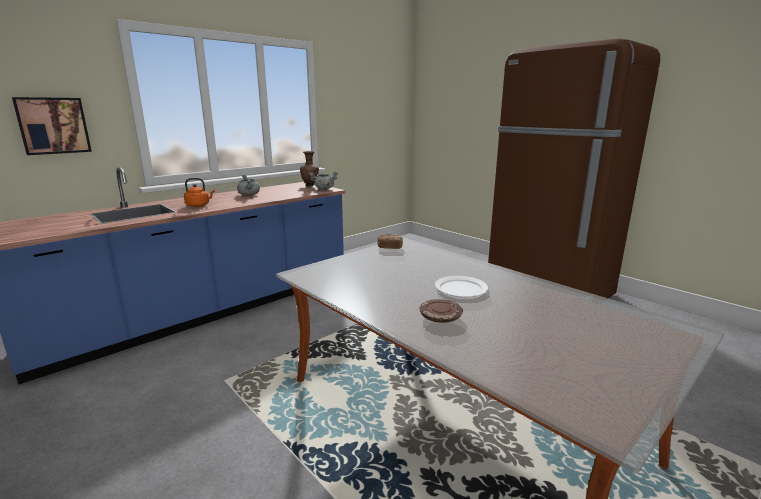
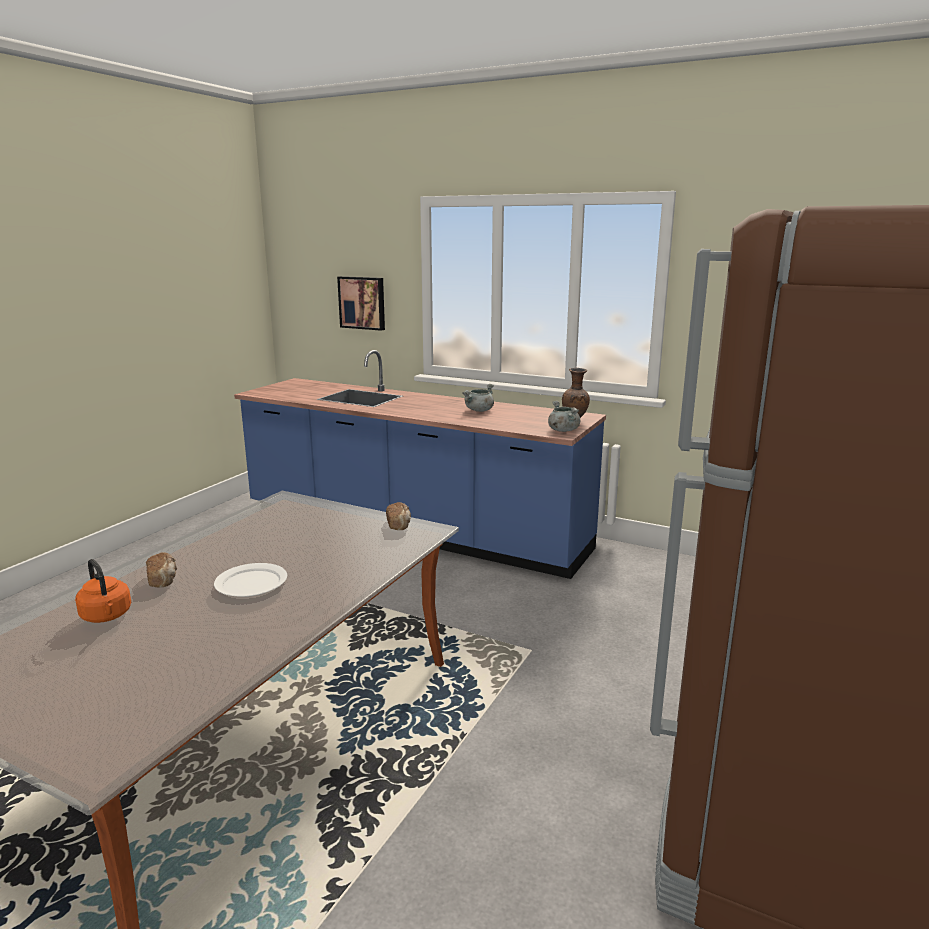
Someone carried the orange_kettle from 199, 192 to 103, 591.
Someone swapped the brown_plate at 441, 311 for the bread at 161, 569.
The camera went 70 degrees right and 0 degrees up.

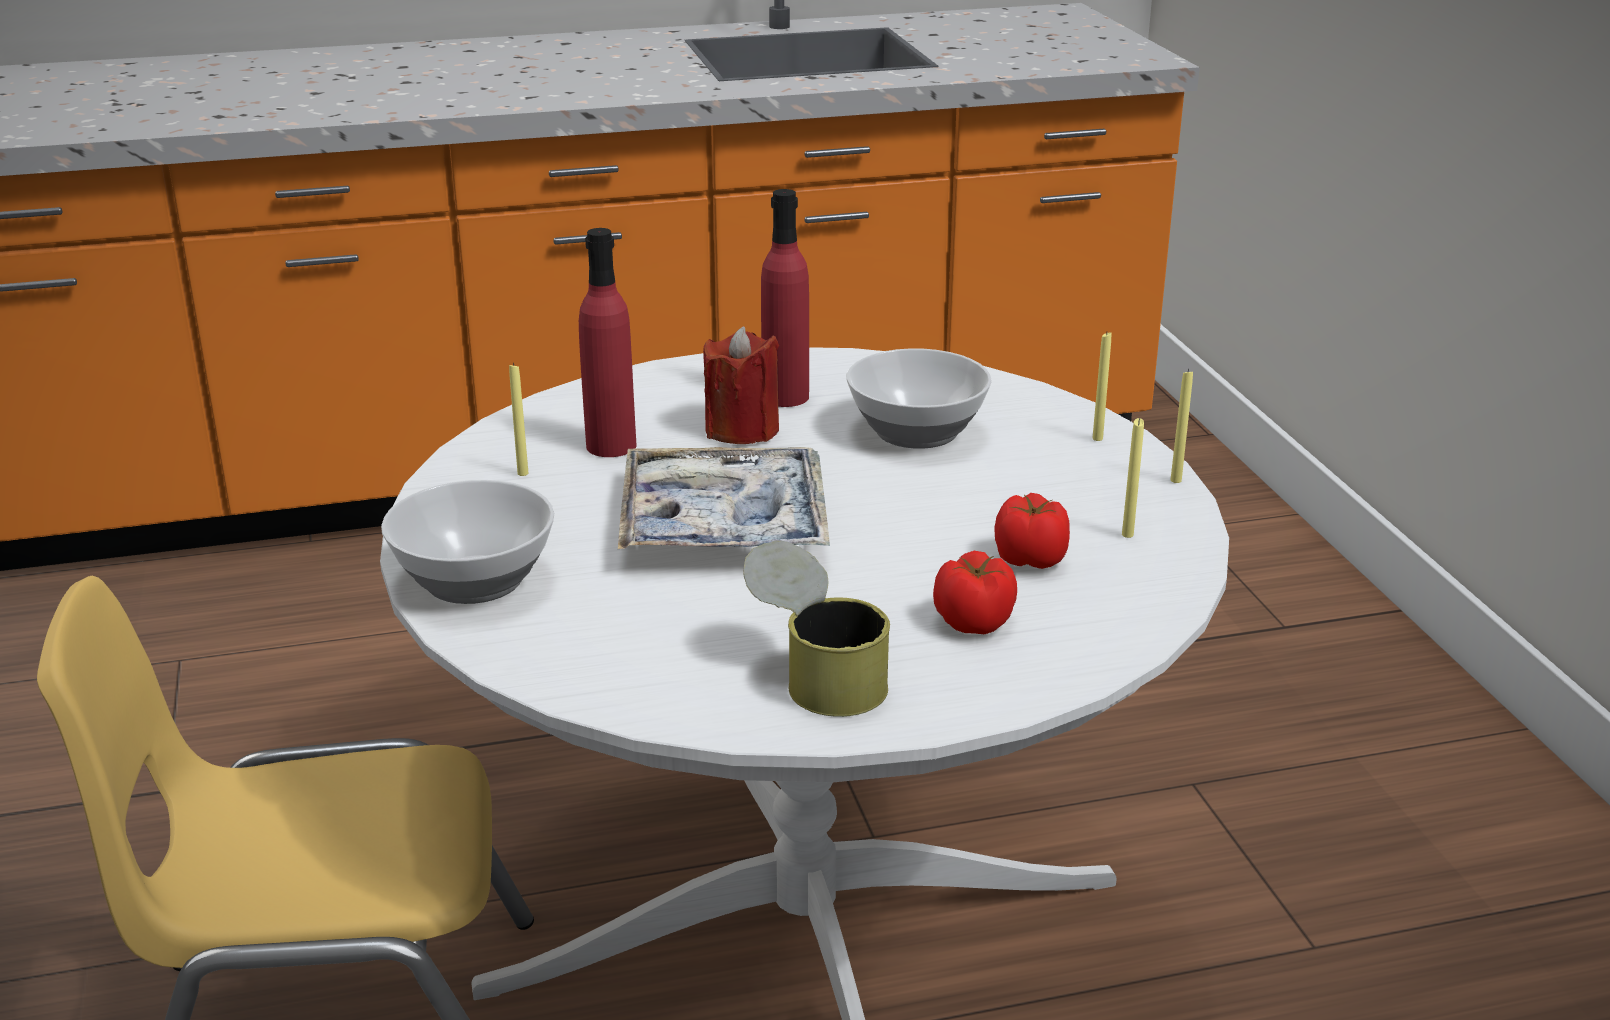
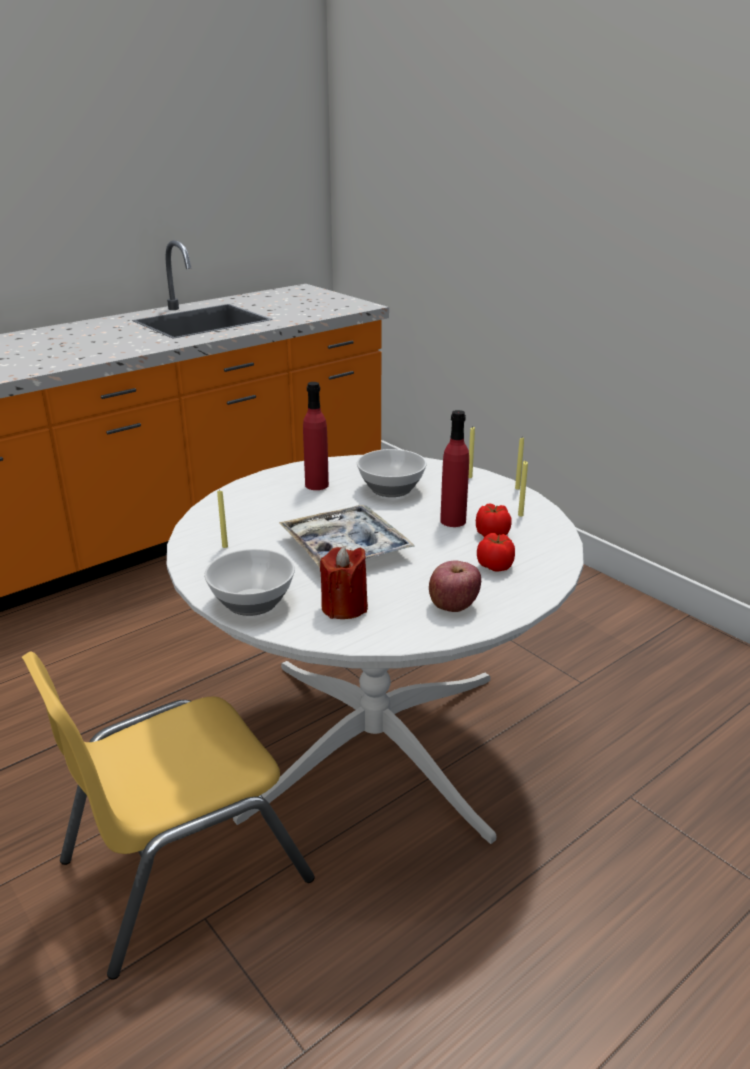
Someone carried the red_bottle from 607, 342 to 454, 468.
Someone carried the red_candle from 741, 385 to 344, 582.
Someone swapped the can at 816, 629 for the apple at 455, 586.
The camera went 25 degrees left and 0 degrees up.

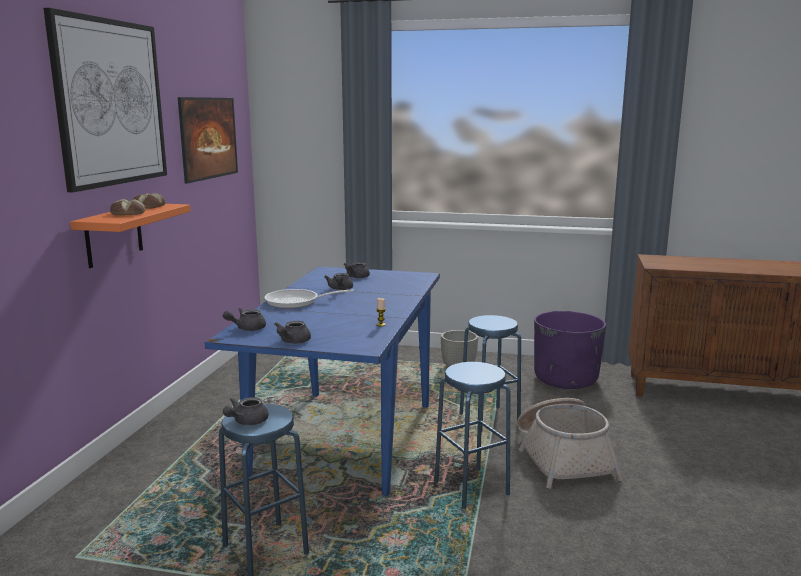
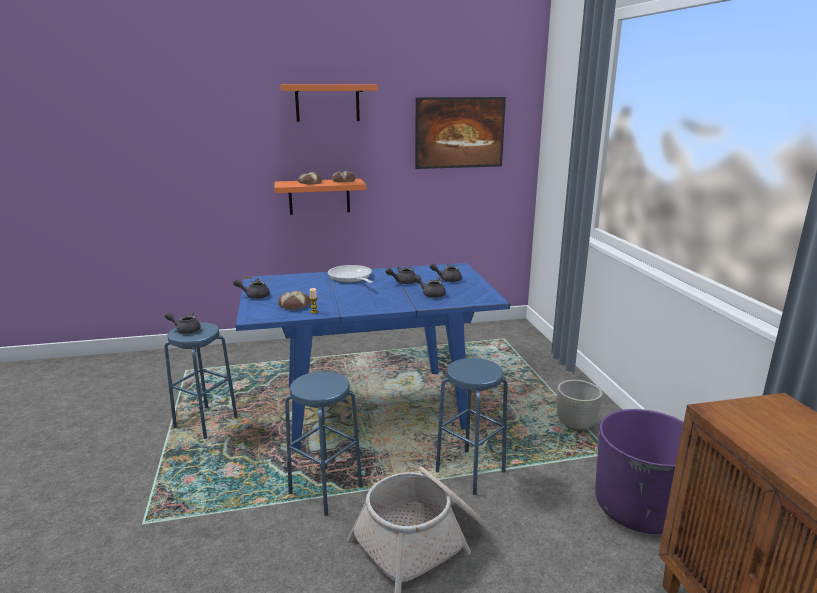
Someone swapped the picture at 105, 100 for the orange_shelf at 329, 103.
Someone carried the grey_teapot from 244, 319 to 430, 286.
Someone put down the bread at 294, 300.
The camera went 65 degrees right and 5 degrees up.

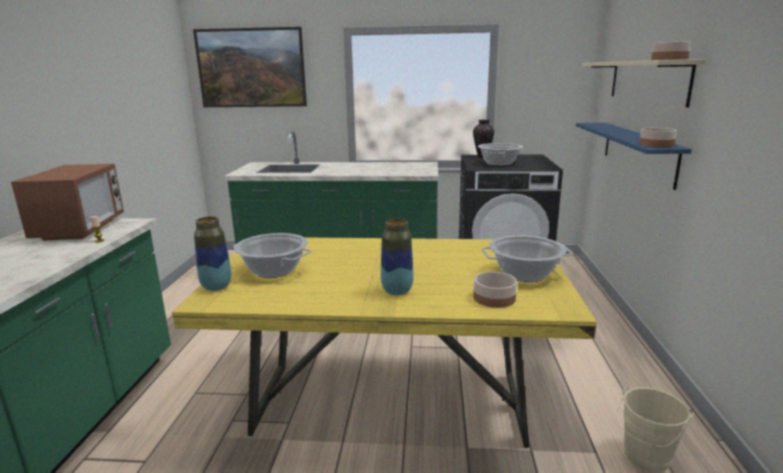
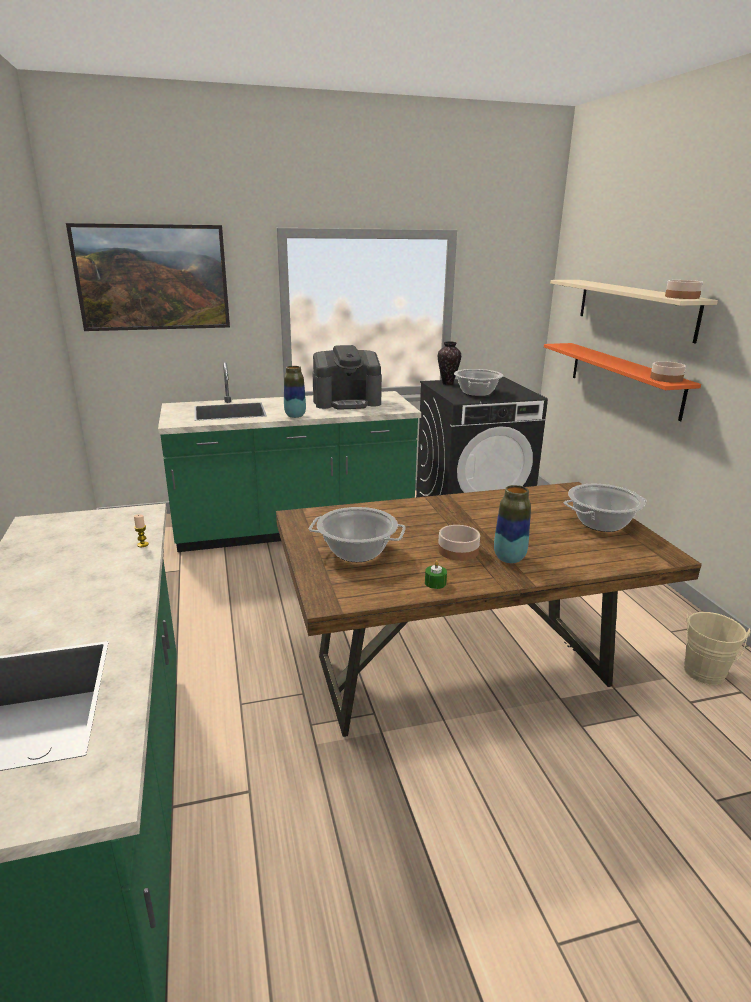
Someone repainted the blue_shelf at 634, 156, which became the orange_shelf at 622, 382.
Someone took away the microwave at 67, 202.
Someone carried the vase from 212, 253 to 295, 392.
Someone repainted the yellow_dining_table at 384, 342, which became the brown_dining_table at 489, 609.
Someone carried the bowl from 495, 290 to 459, 543.
Someone put down the coffee_machine at 347, 377.
Someone put down the green_candle at 436, 574.
The camera went 20 degrees left and 5 degrees up.

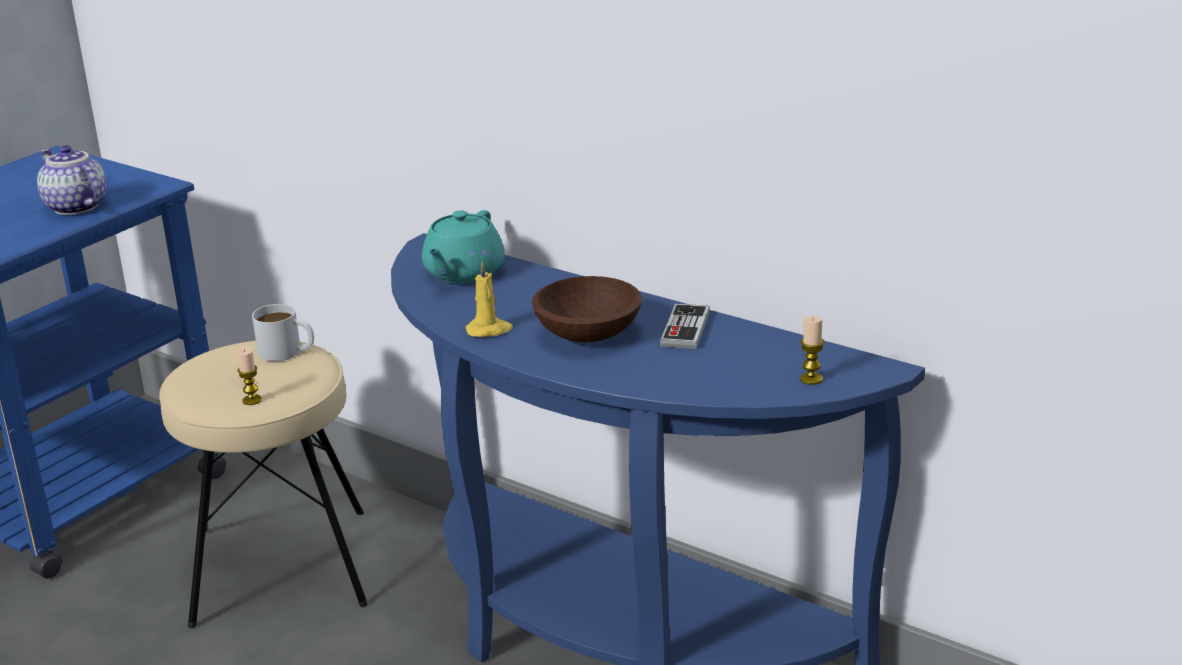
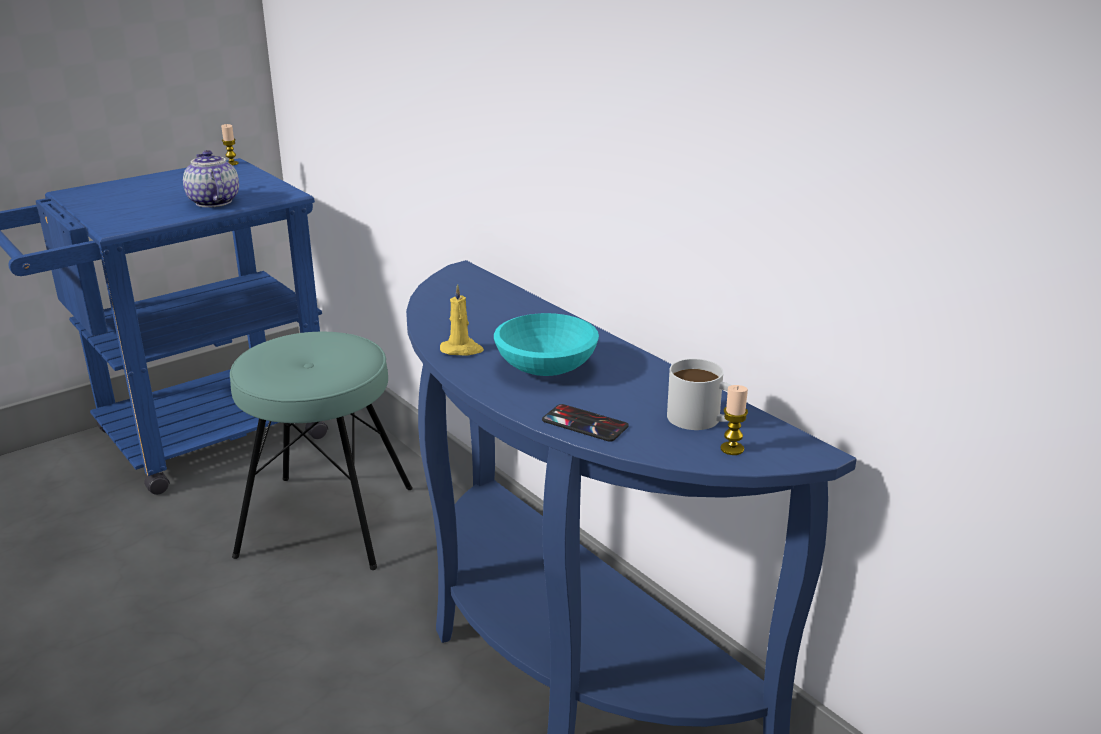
Someone took away the turquoise_teapot at 463, 246.
Someone repainted the brown_bowl at 587, 309, which became the turquoise_bowl at 546, 344.
Someone carried the white_mug from 283, 332 to 699, 394.
Someone took away the game_controller at 685, 326.
Someone repainted the beige_stool at 264, 484, which became the turquoise_stool at 321, 451.
Someone carried the candle from 249, 376 to 230, 144.
Someone put down the phone at 585, 423.
The camera went 15 degrees right and 0 degrees up.

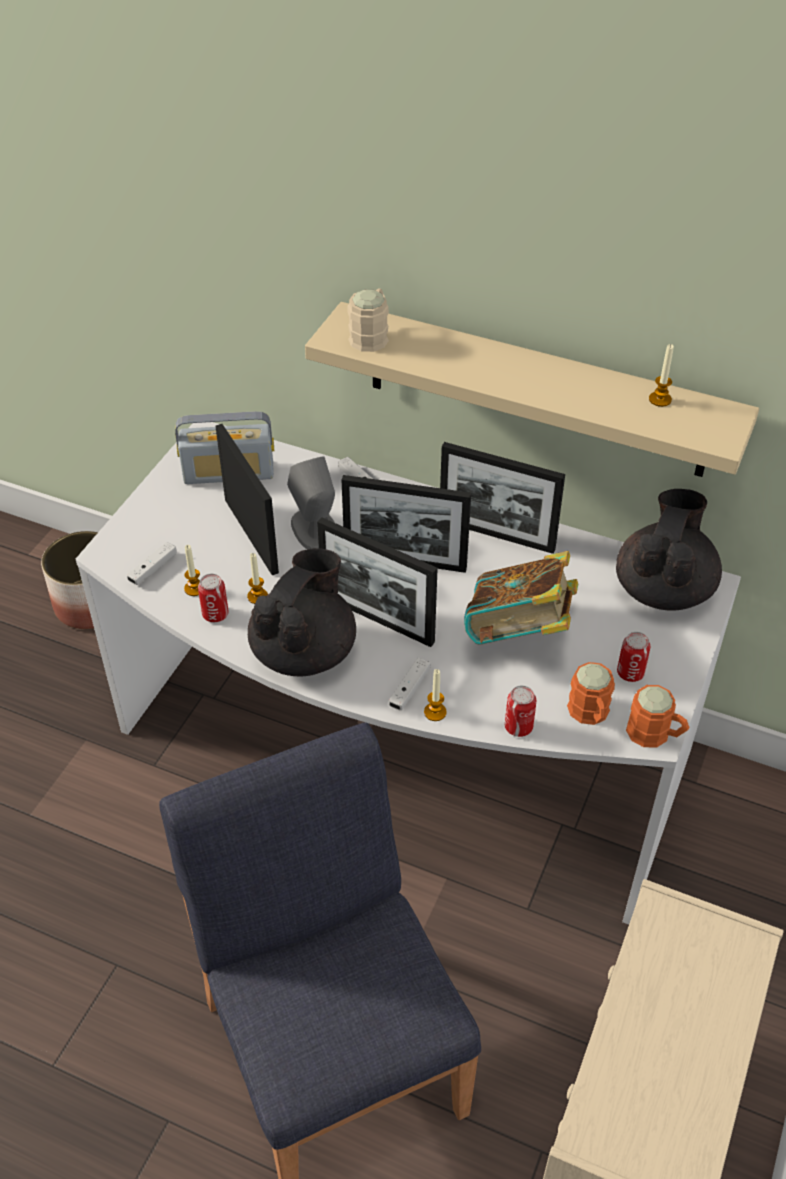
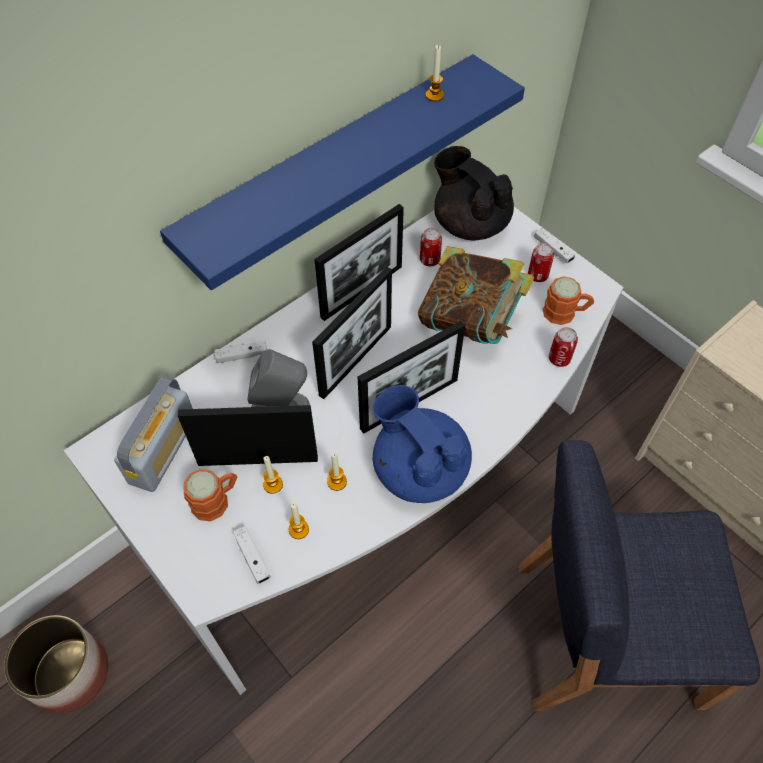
Someone took away the beige_mug at 368, 320.
Someone repainted the beige_shelf at 532, 389, which became the blue_shelf at 342, 172.
Someone repainted the black_teapot at 302, 612, which became the blue_teapot at 422, 444.
Someone carried the can from 213, 598 to 431, 247.
Someone carried the white_game_controller from 409, 684 to 554, 245.
Someone carried the candle from 435, 695 to 273, 475.
Someone carried the orange_mug from 658, 716 to 210, 495.
The camera went 65 degrees left and 10 degrees up.

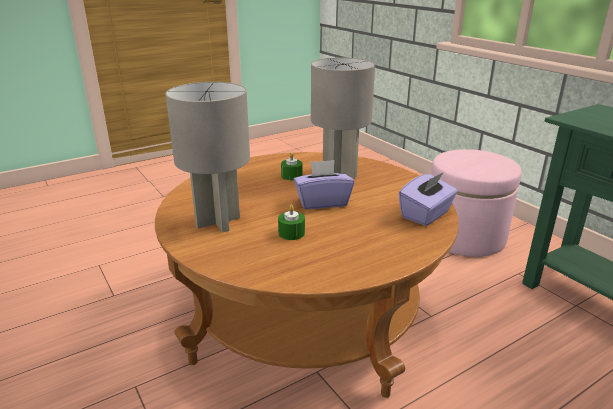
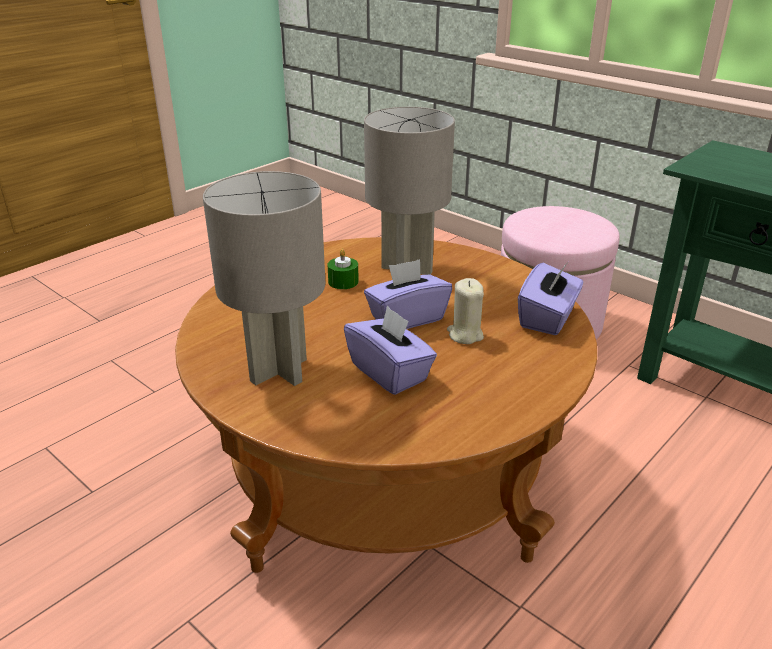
Someone swapped the green_candle at 291, 222 for the purple_tissue_box at 390, 350.
Someone put down the beige_candle at 465, 311.
The camera went 15 degrees left and 5 degrees up.

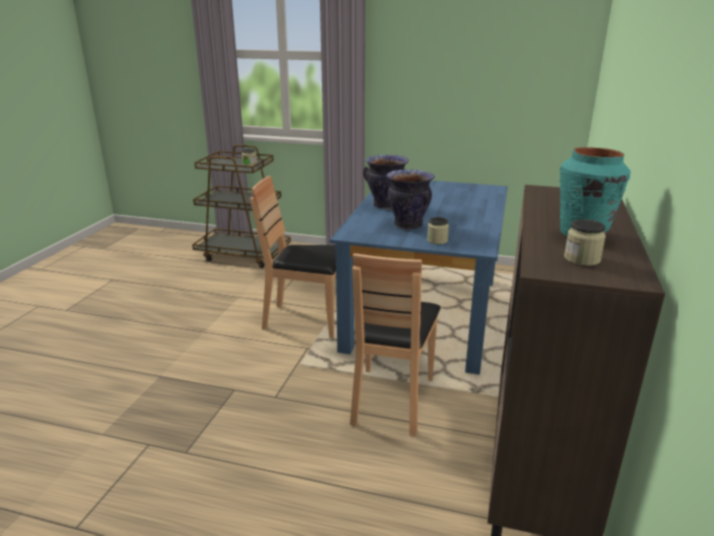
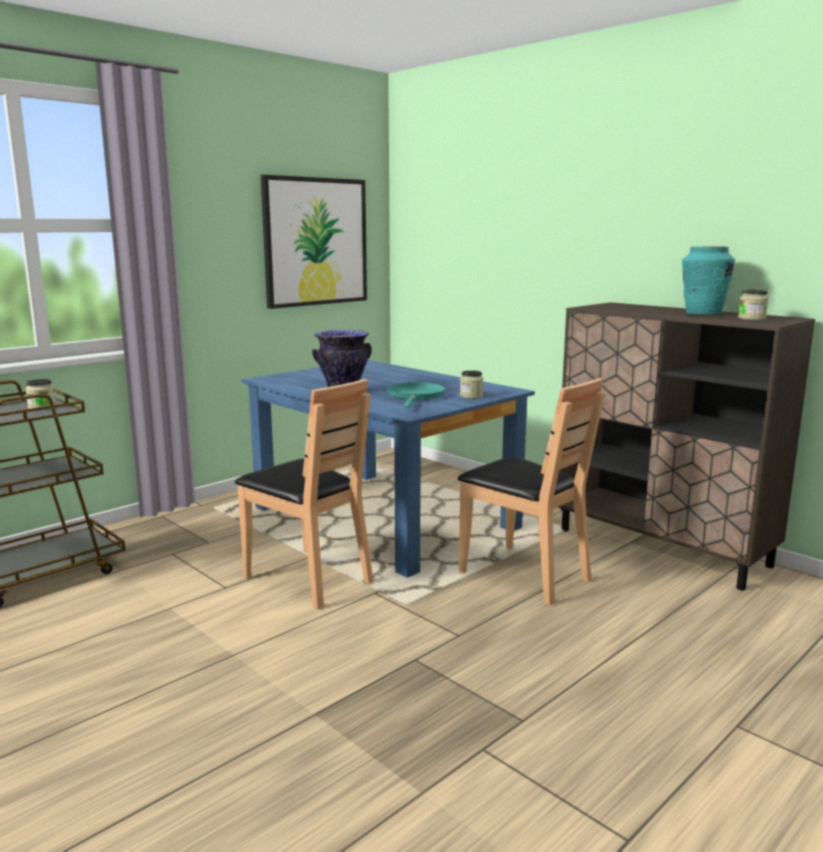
Someone swapped the vase at 410, 200 for the turquoise_frying_pan at 416, 395.
Someone rotated the brown_chair at 293, 257 by 90 degrees counterclockwise.
Someone put up the picture at 314, 242.
The camera went 60 degrees left and 10 degrees down.

